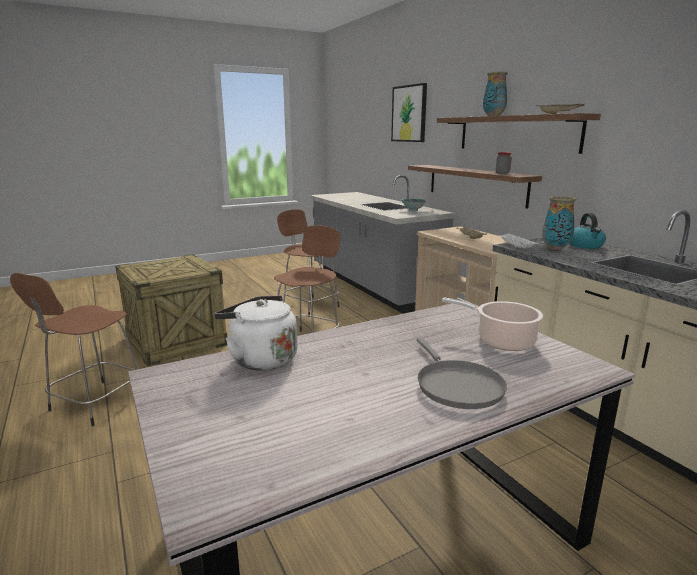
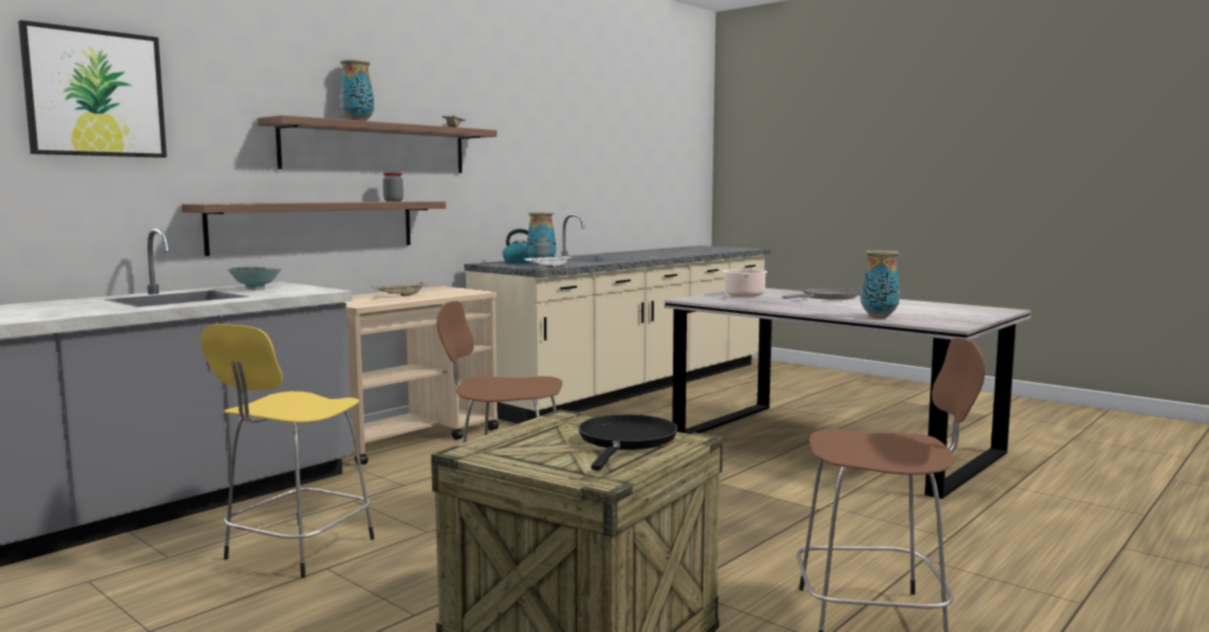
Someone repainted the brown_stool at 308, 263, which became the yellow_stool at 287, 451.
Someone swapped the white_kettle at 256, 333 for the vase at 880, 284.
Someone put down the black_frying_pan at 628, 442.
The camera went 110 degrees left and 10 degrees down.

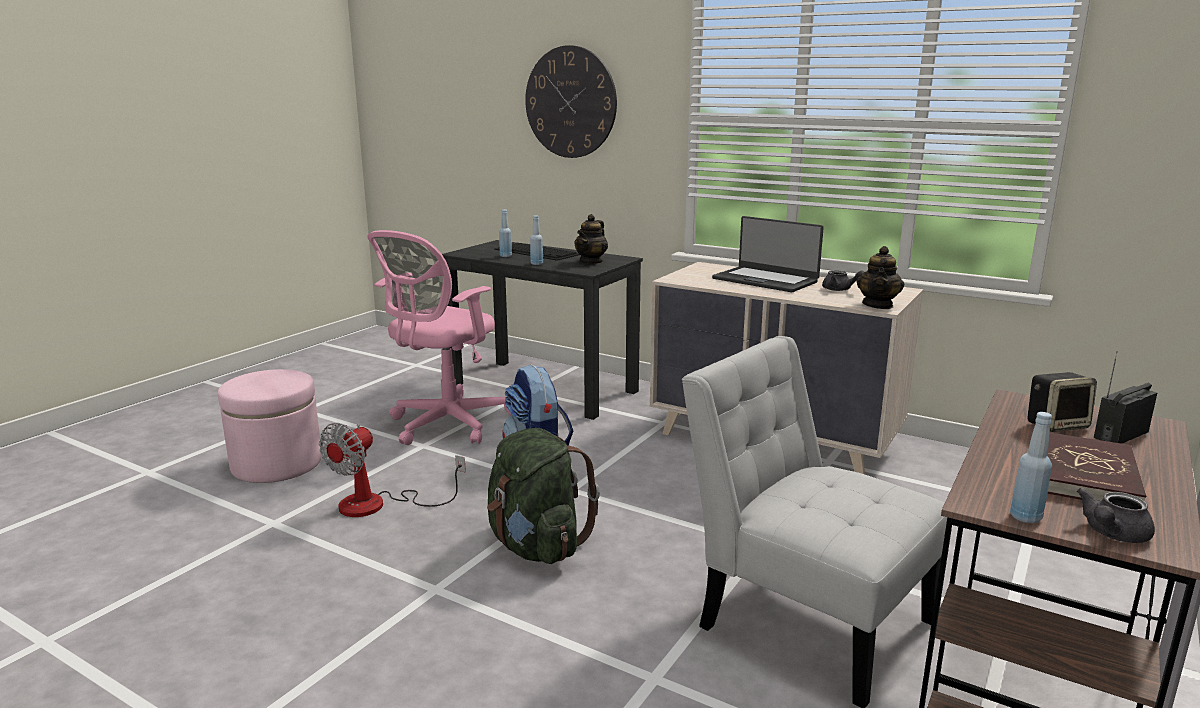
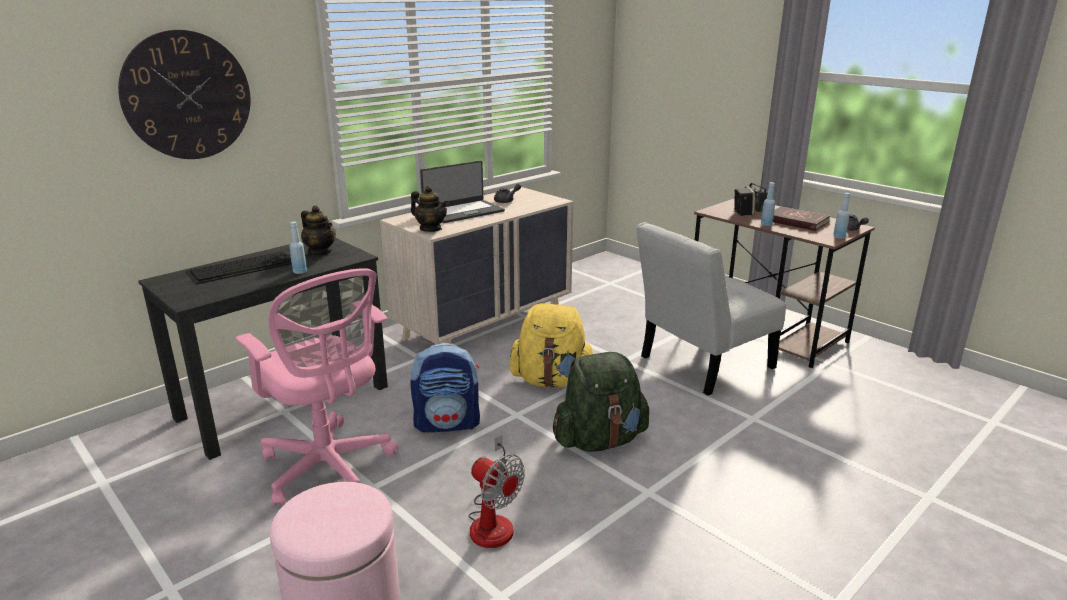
Someone carried the blue_bottle from 505, 233 to 768, 204.
Someone carried the teapot from 880, 277 to 429, 209.
Someone put down the yellow_backpack at 551, 346.
The camera went 75 degrees left and 5 degrees up.

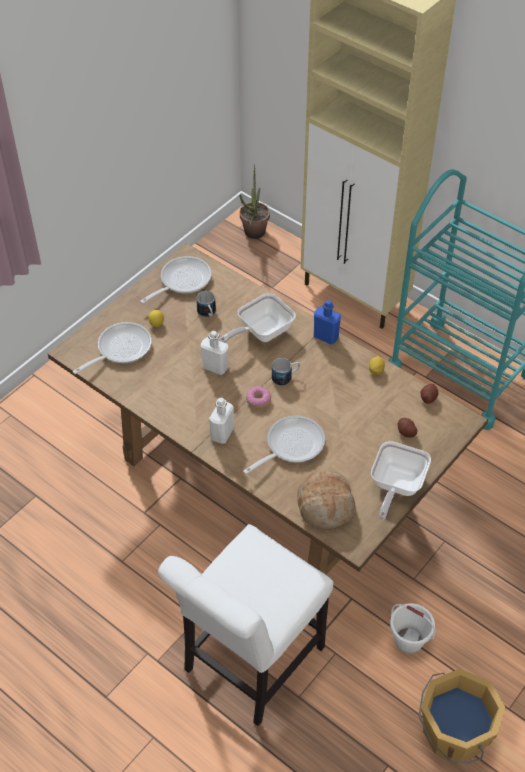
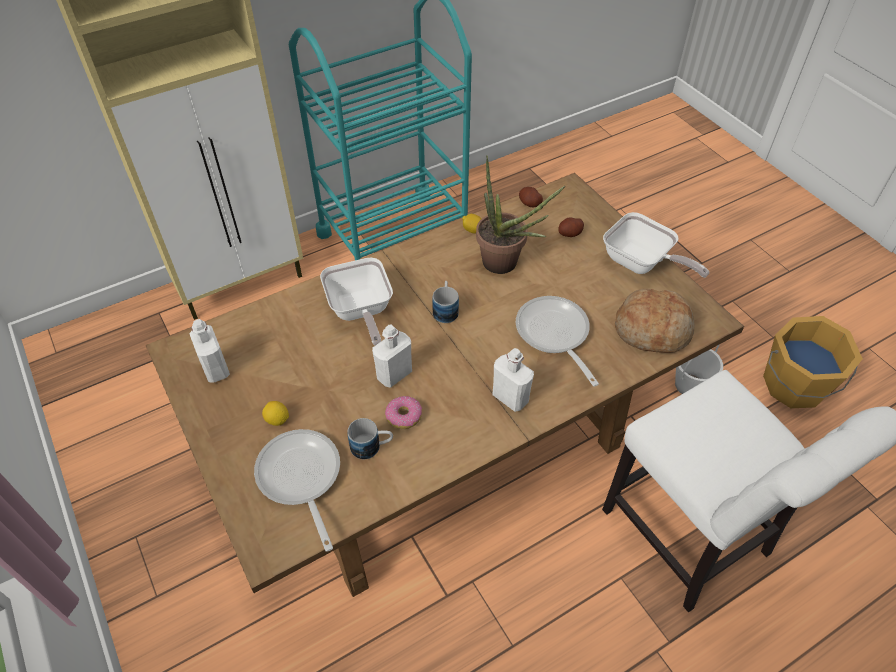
Someone carried the potted_plant from 254, 201 to 520, 214.
Someone swapped the frying_pan at 176, 280 for the white_bottle at 209, 351.
Someone carried the mug from 206, 304 to 370, 438.
Someone took away the blue_bottle at 327, 322.
Someone carried the donut from 258, 397 to 403, 412.
The camera went 70 degrees left and 0 degrees up.

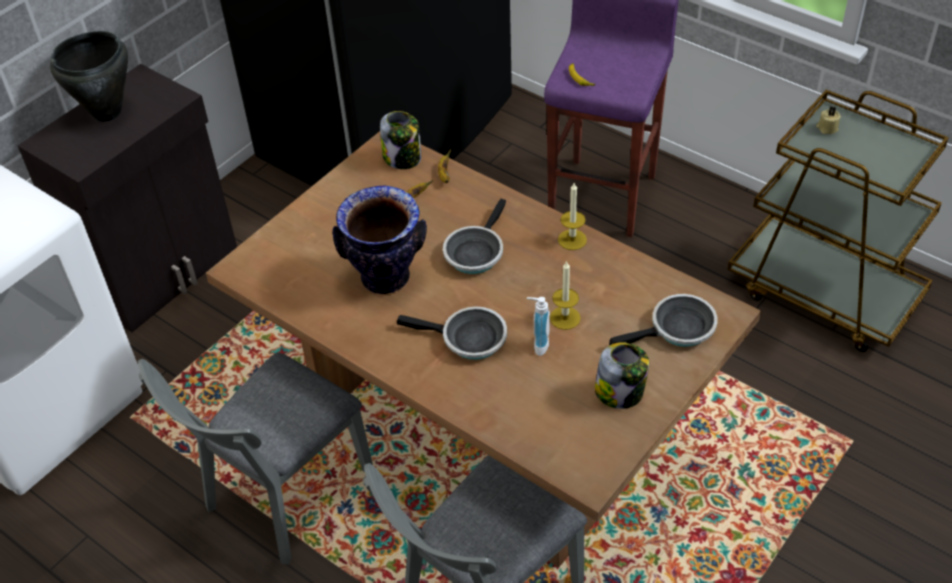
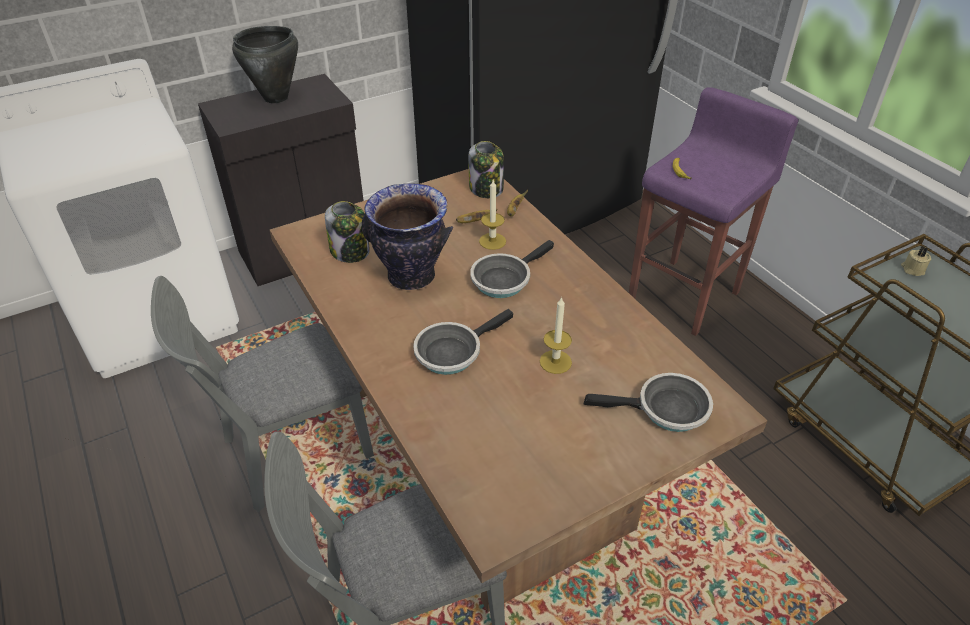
Someone carried the candle from 572, 216 to 492, 215.
Someone took away the soap_dispenser at 538, 326.
Someone rotated the frying_pan at 452, 333 by 105 degrees clockwise.
Someone carried the jar from 622, 375 to 347, 232.
The camera went 20 degrees right and 5 degrees down.

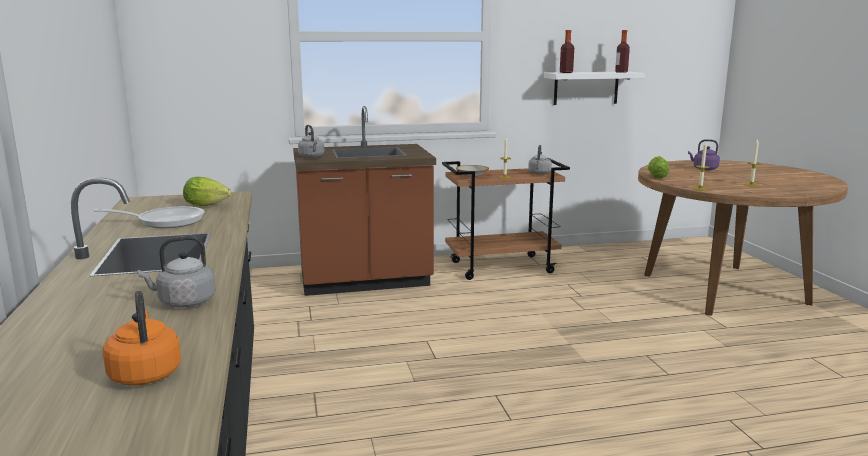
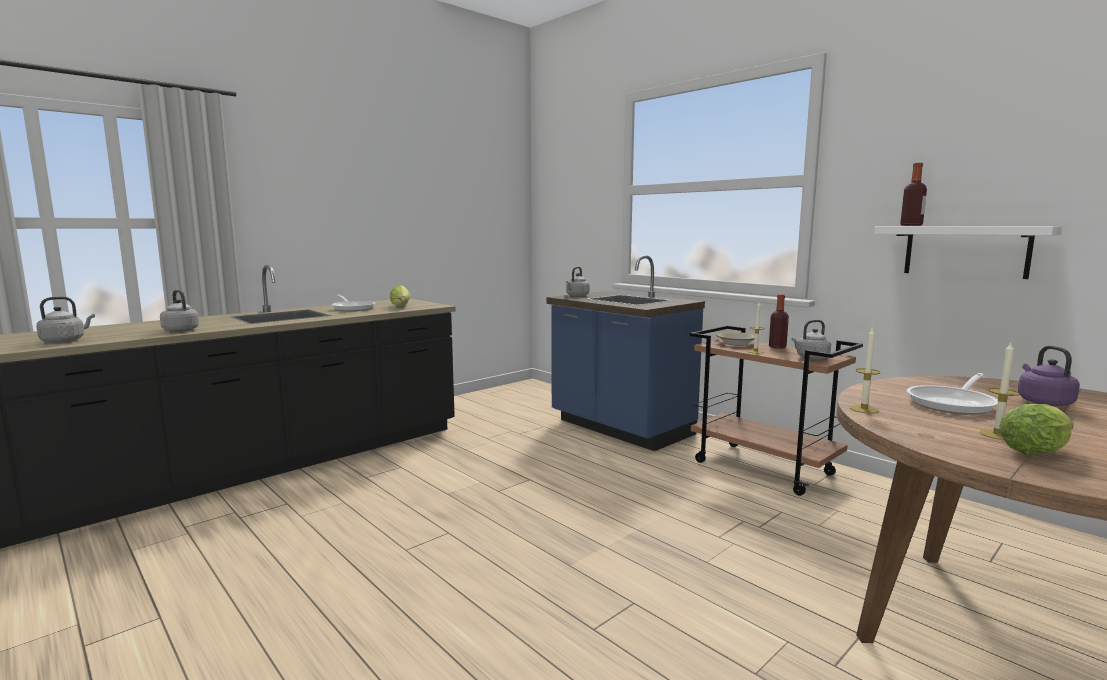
Someone carried the bottle from 622, 51 to 779, 321.
Someone repainted the brown_counter at 364, 201, which became the blue_counter at 625, 353.
Someone carried the lettuce from 658, 167 to 1036, 429.
Someone repainted the orange_kettle at 142, 338, which became the grey_kettle at 65, 320.
Someone put down the frying_pan at 952, 394.
The camera went 60 degrees right and 5 degrees down.

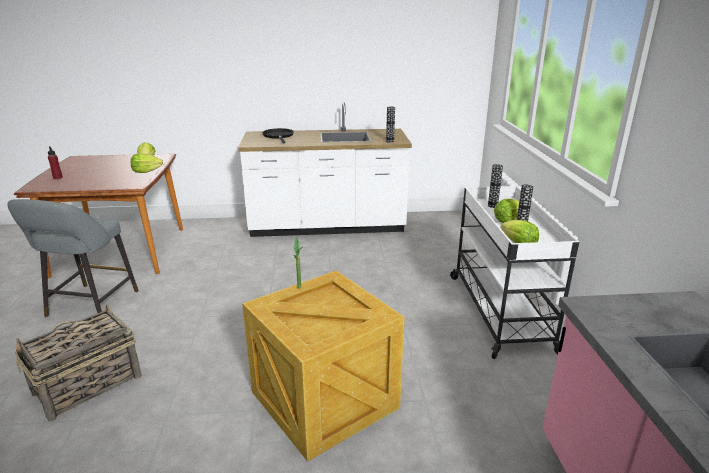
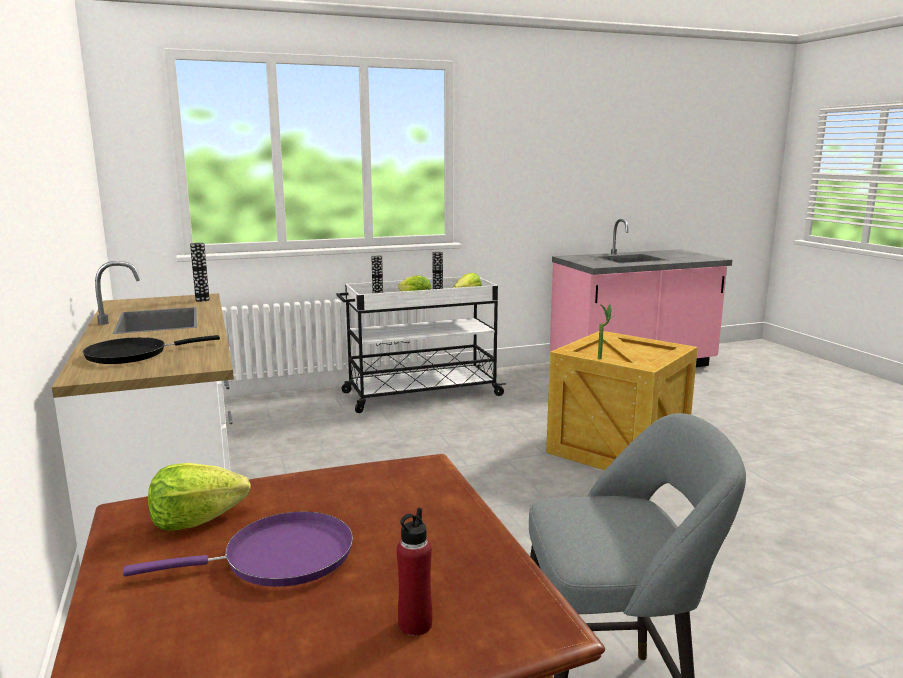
Someone took away the lettuce at 147, 163.
Someone took away the basket at 78, 362.
Someone put down the purple_frying_pan at 238, 549.
The camera went 105 degrees left and 10 degrees down.

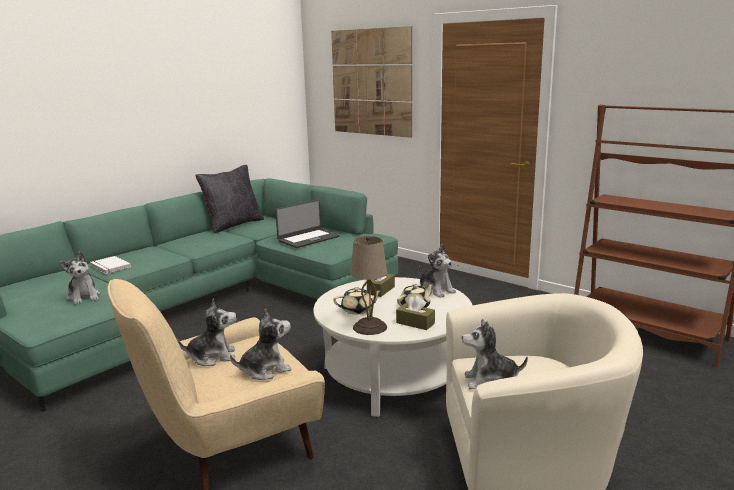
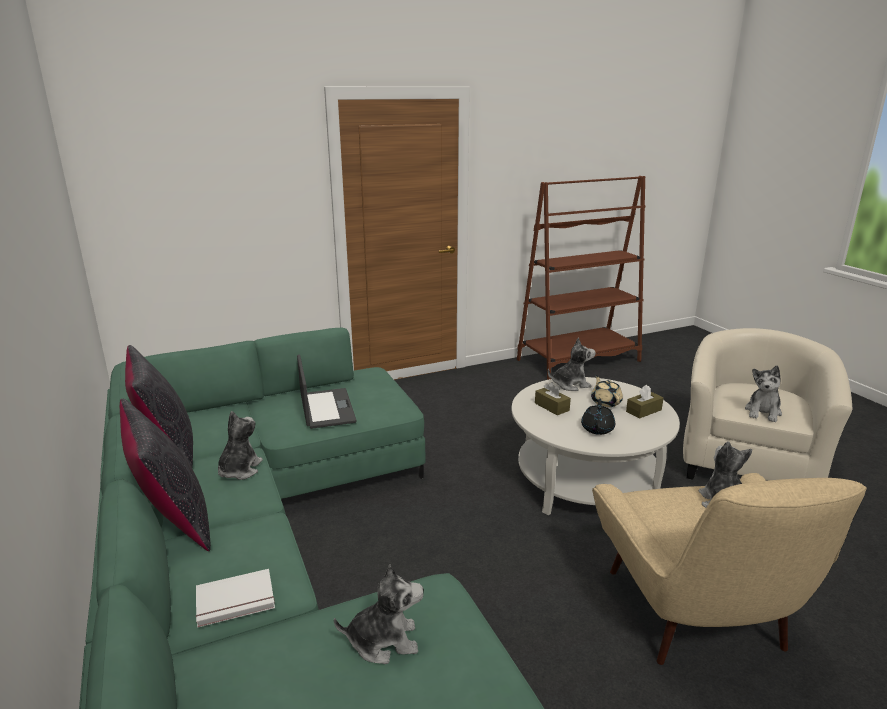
Someone took away the picture at 371, 82.
Someone took away the beige_table_lamp at 368, 285.
Someone repainted the beige_teapot at 357, 301, which became the black_teapot at 598, 417.
Someone carried the plush_toy from 207, 332 to 240, 445.
Someone put down the black_pillow at 165, 475.
The camera went 65 degrees left and 5 degrees up.

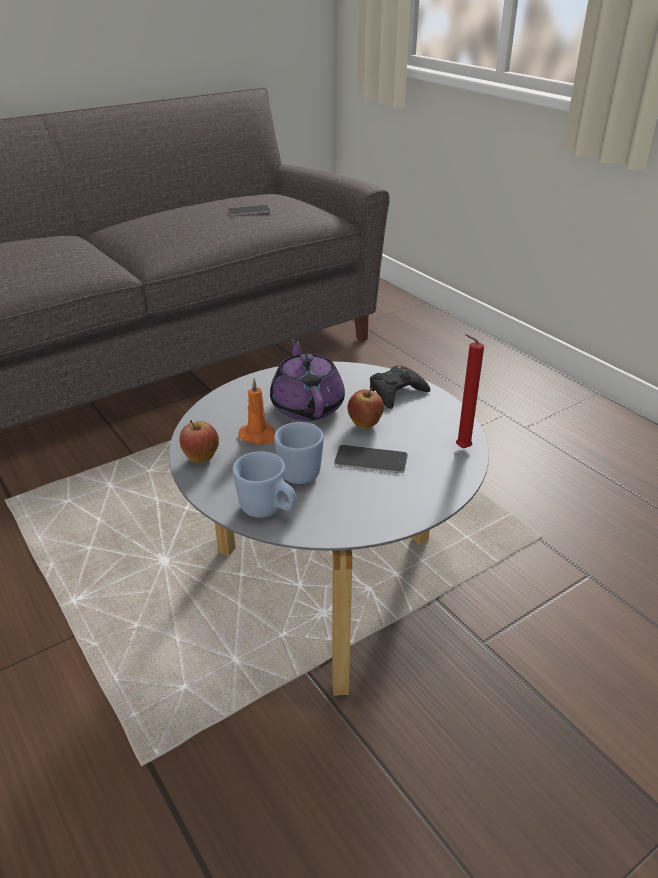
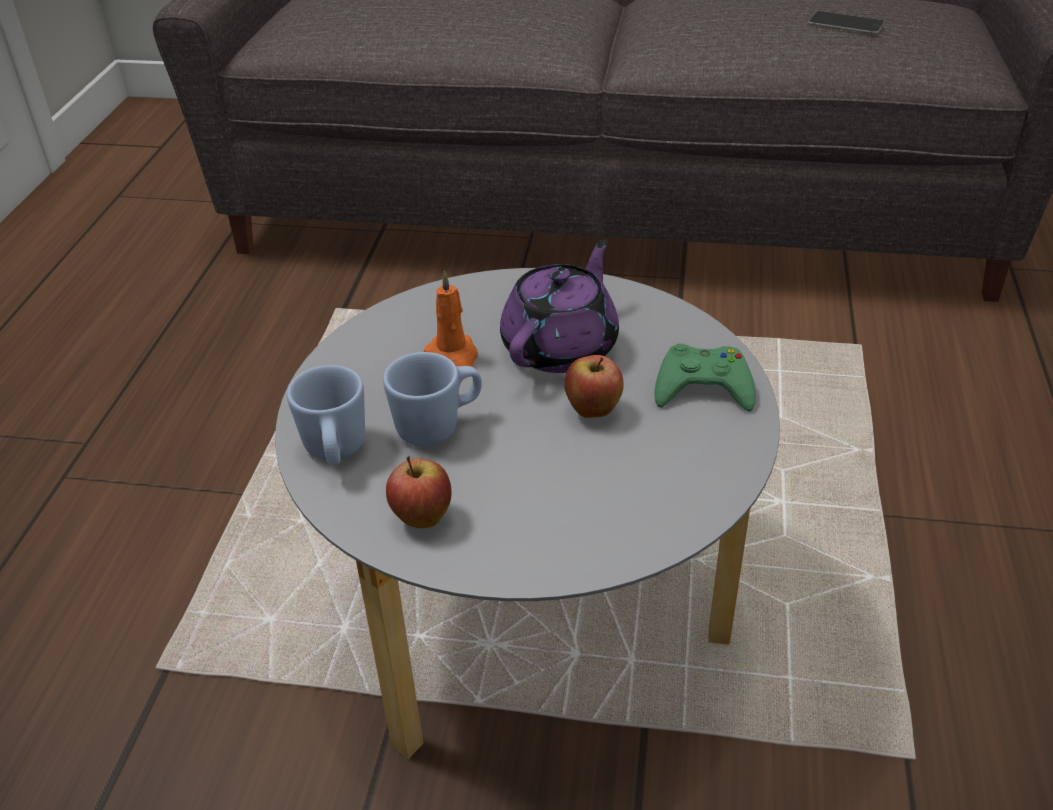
Someone took away the red_candle at 470, 391.
Someone repainted the black_game_controller at 400, 387, which became the green_game_controller at 705, 377.
Someone carried the apple from 199, 441 to 419, 492.
Someone took away the phone at 371, 459.
The camera went 45 degrees right and 5 degrees up.

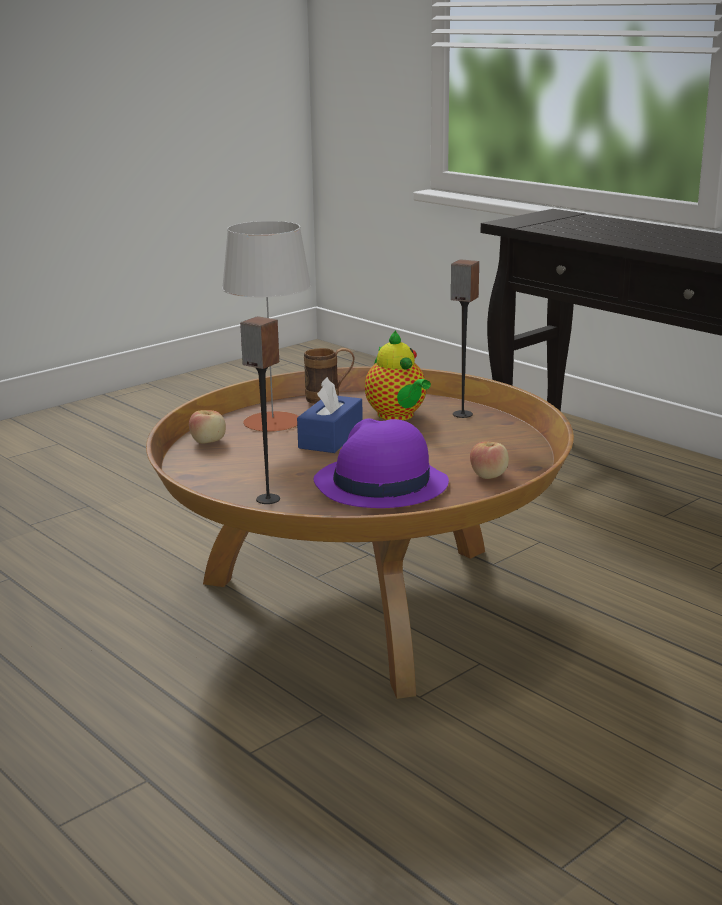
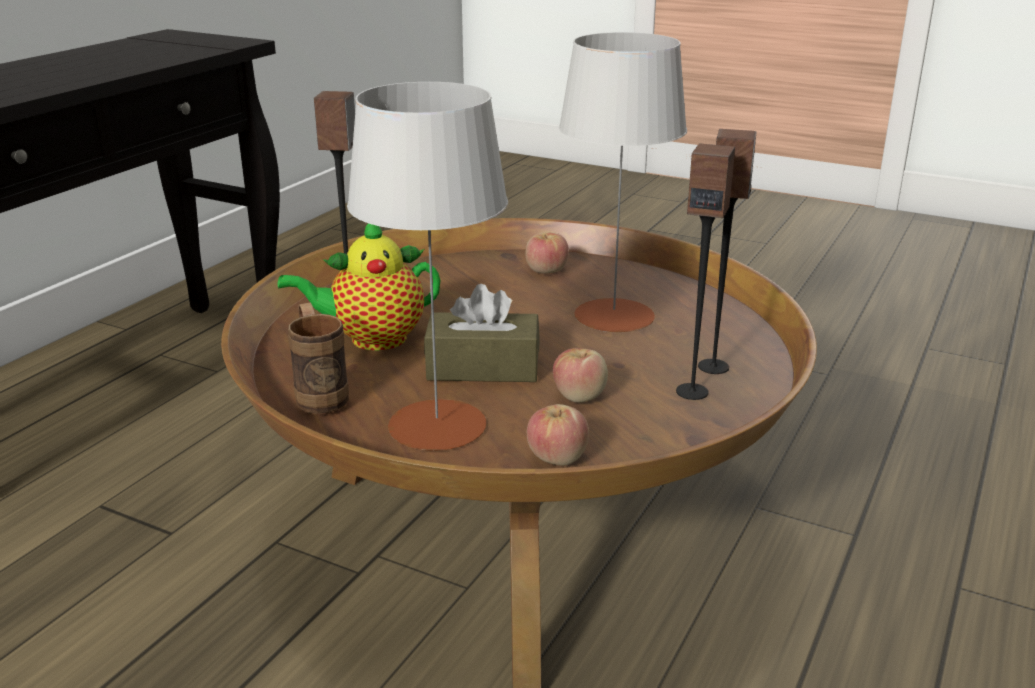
Someone rotated the teapot at 398, 375 by 150 degrees counterclockwise.
Someone repainted the blue_tissue_box at 330, 415, which became the brown_tissue_box at 482, 333.
Someone swapped the purple_hat at 381, 463 for the grey_table_lamp at 623, 182.
Someone put down the speaker at 705, 271.
Someone put down the apple at 580, 375.
The camera went 110 degrees left and 5 degrees up.

